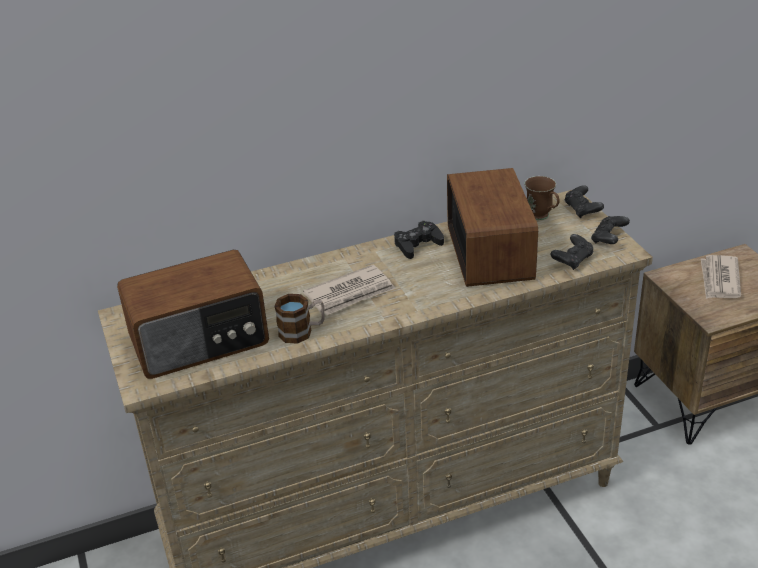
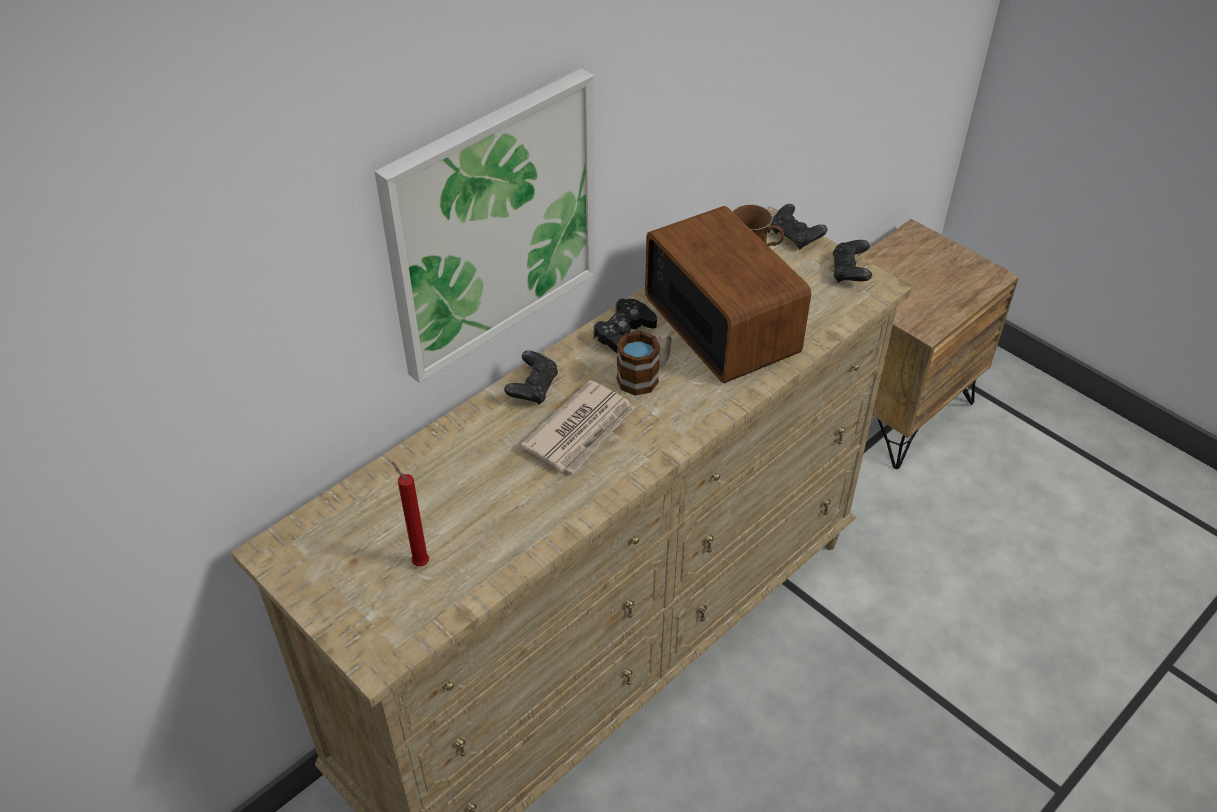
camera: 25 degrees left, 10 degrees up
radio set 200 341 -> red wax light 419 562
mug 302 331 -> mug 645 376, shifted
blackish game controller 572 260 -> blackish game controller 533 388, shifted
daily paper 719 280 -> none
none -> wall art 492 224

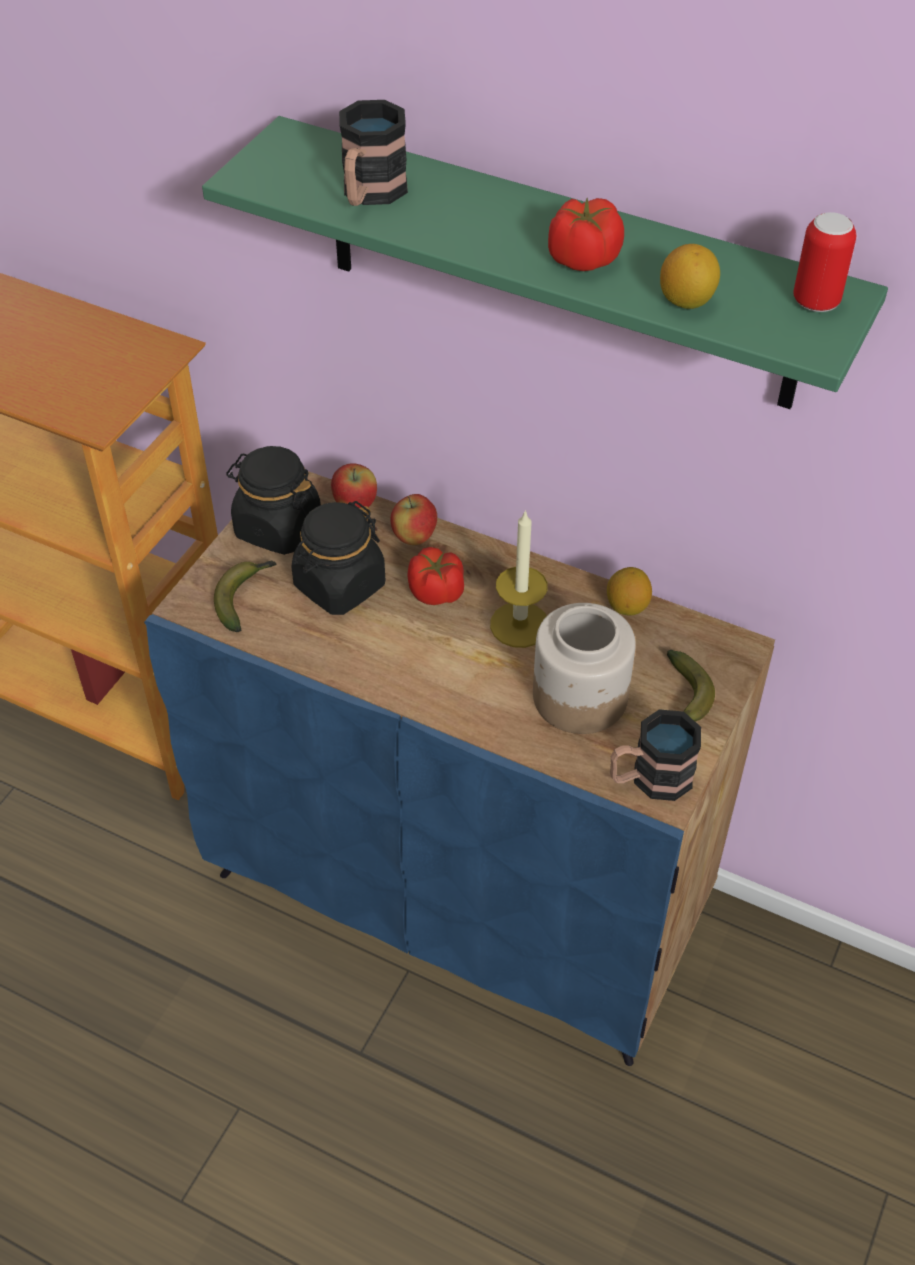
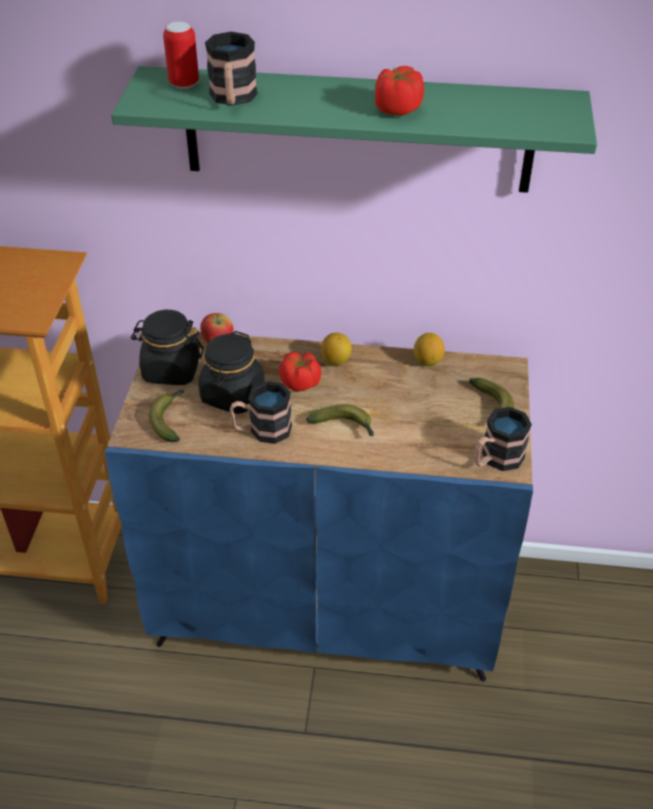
camera: 20 degrees left, 5 degrees down
apple fruit 414 538 -> none
wax light 519 625 -> none
preserve jar 578 697 -> none
whole lemon 686 301 -> whole lemon 336 360, shifted
sealed can 816 302 -> sealed can 184 84, shifted
none -> mug 262 430
none -> banana fruit 345 426

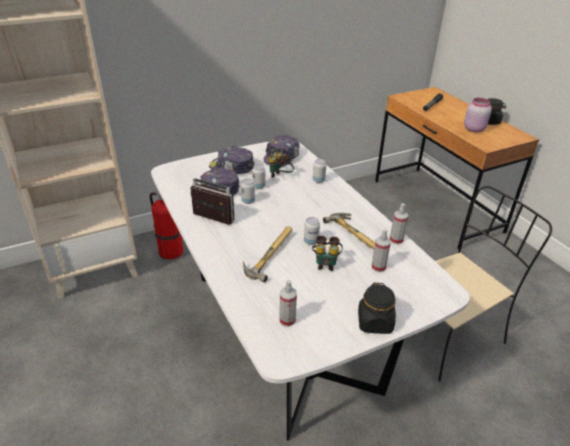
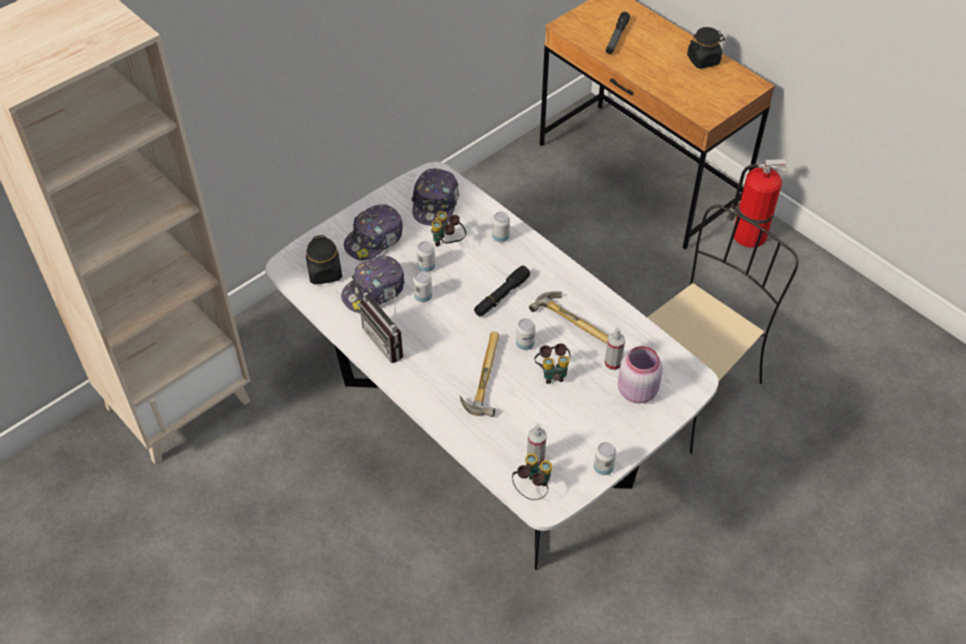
camera: 15 degrees left, 15 degrees up
extinguisher 170 251 -> extinguisher 747 235, shifted
radio set 210 220 -> radio set 389 340, 135 degrees counterclockwise
baseball cap 232 167 -> baseball cap 375 239, 45 degrees counterclockwise
blackish preserve jar 375 322 -> blackish preserve jar 325 273, shifted
hand sprayer 396 240 -> none
pink-coloured preserve jar 474 129 -> pink-coloured preserve jar 637 390, shifted
none -> blackish flashlight 501 296
none -> binoculars 532 489
none -> sealed can 603 468

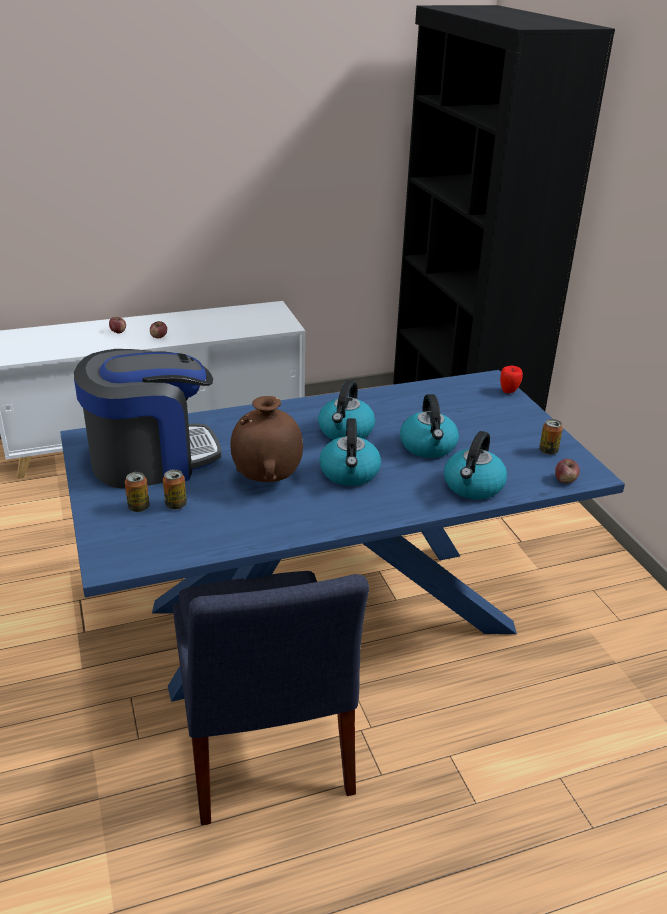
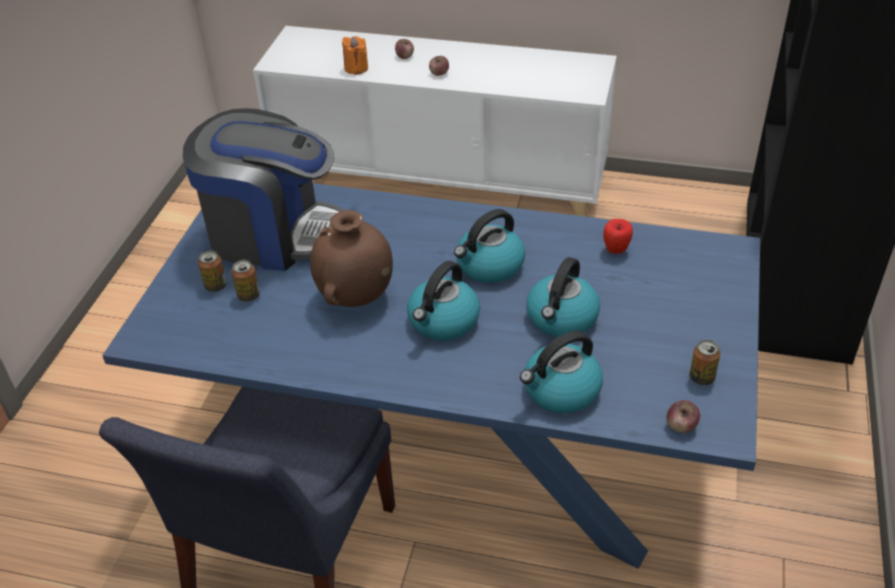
camera: 35 degrees right, 10 degrees up
apple fruit 509 391 -> apple fruit 615 250, shifted
none -> orange wax light 356 68

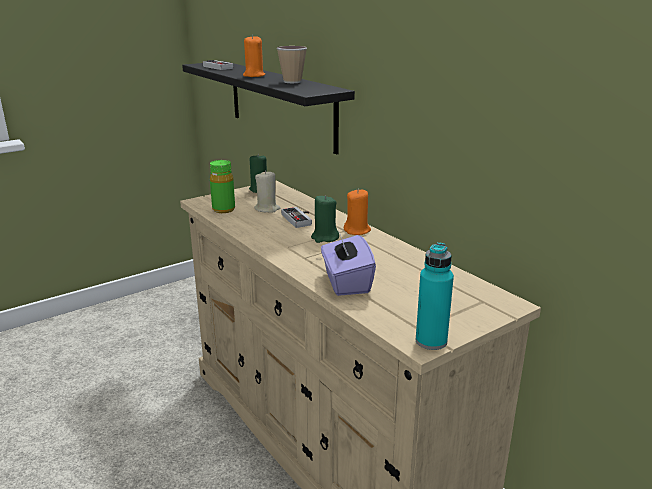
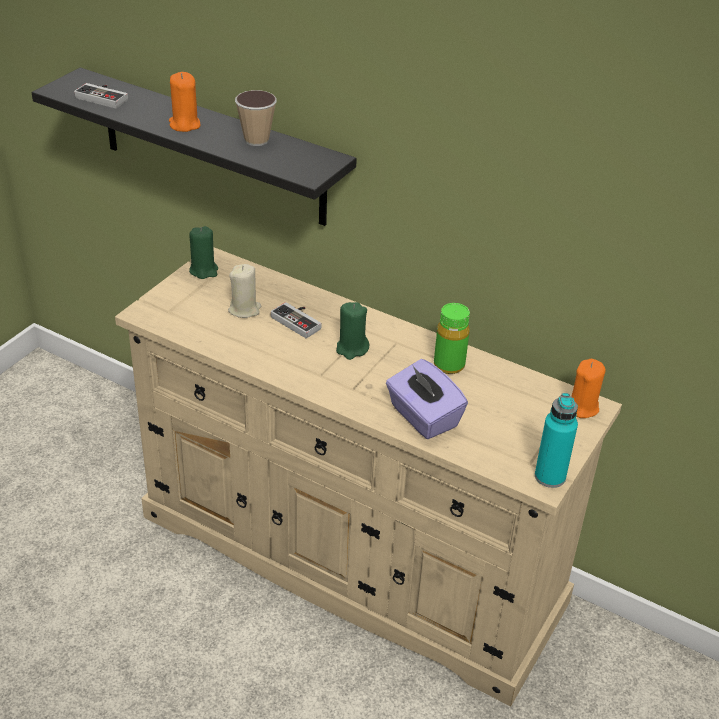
camera: 25 degrees left, 15 degrees up
green-coloured drink bottle 223 209 -> green-coloured drink bottle 449 365, shifted
orange wax light 357 230 -> orange wax light 582 407, shifted

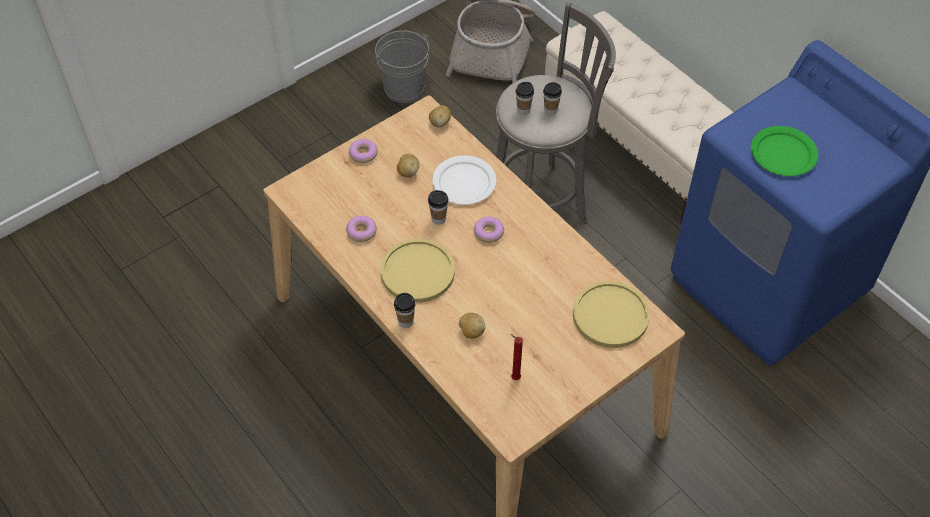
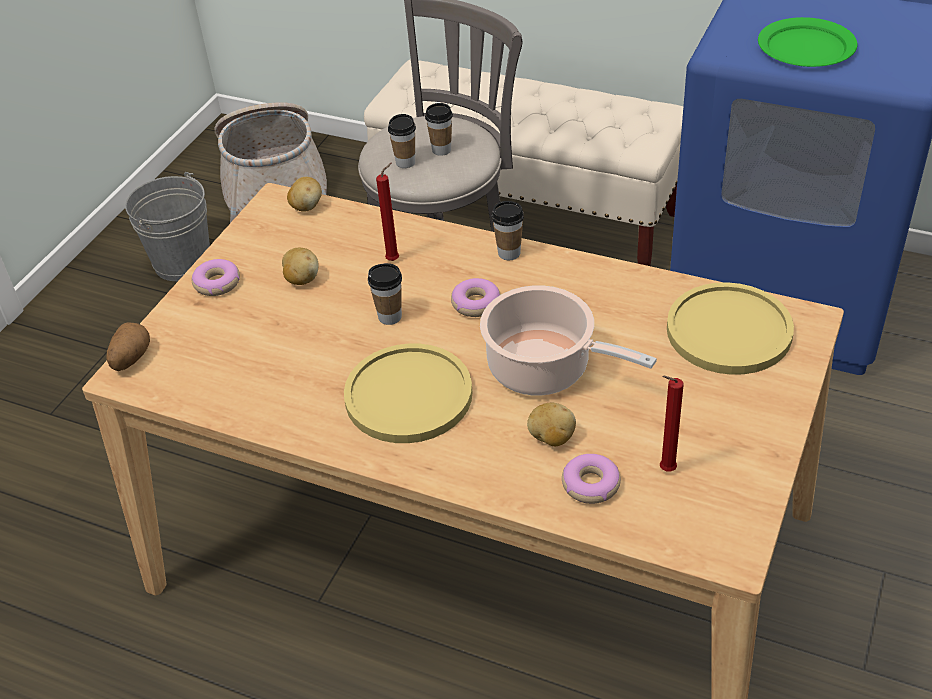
camera: 25 degrees left, 10 degrees down
ring doughnut 361 231 -> ring doughnut 590 484, shifted
drinking cup 405 321 -> drinking cup 509 253, shifted
white flat dish 464 182 -> red wax light 395 260
none -> whole potato 130 358
none -> cooking pot 545 369

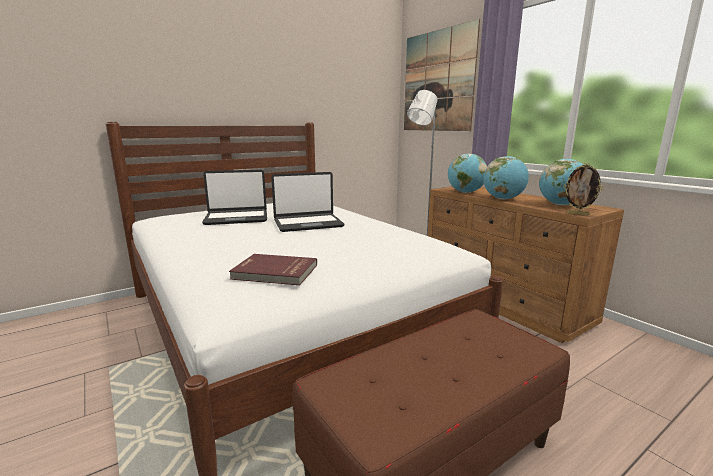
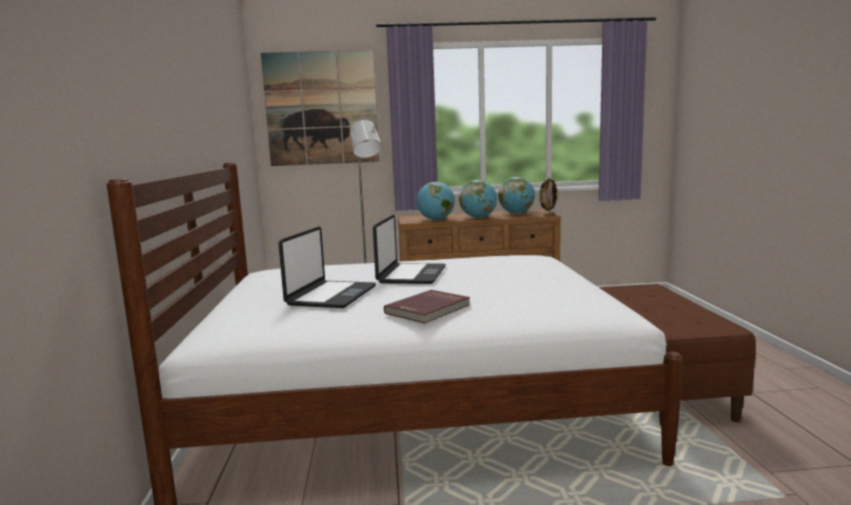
camera: 60 degrees left, 5 degrees down
red book 274 272 -> red book 429 309, shifted

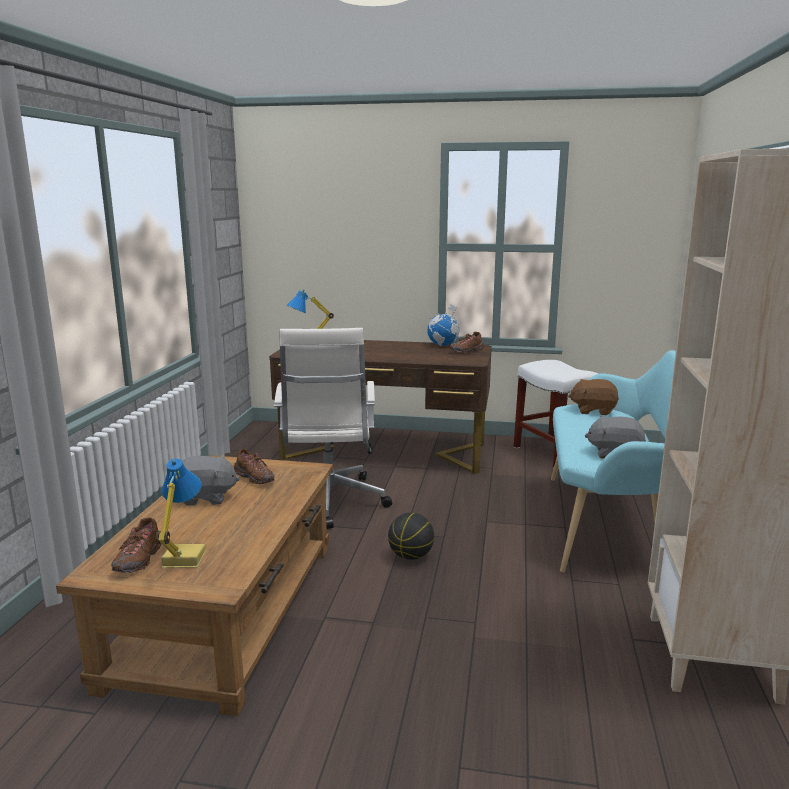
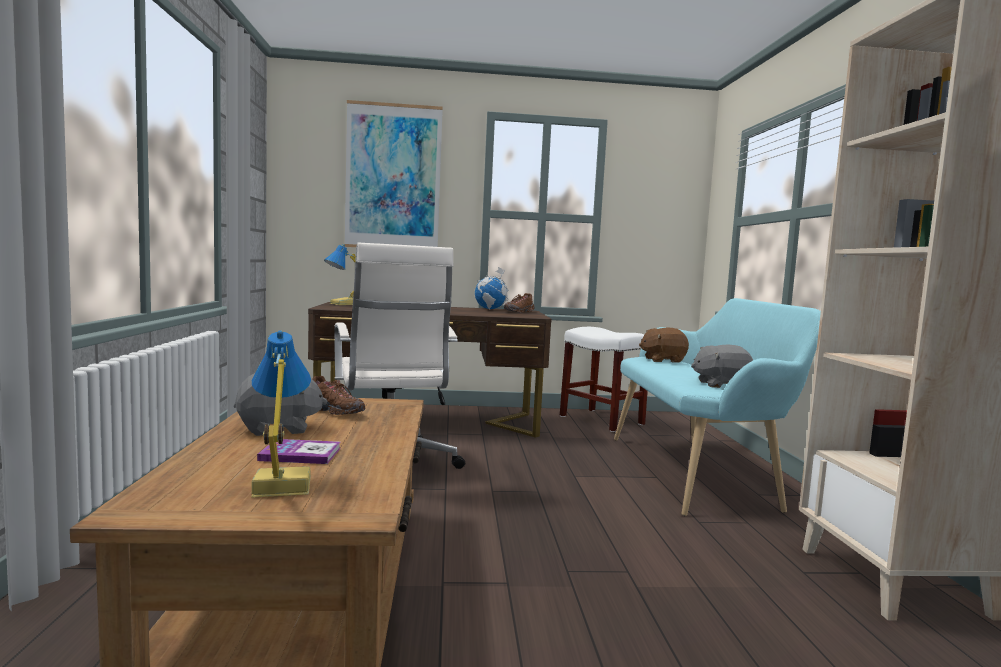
camera: 15 degrees left, 10 degrees down
brown item of footwear 139 559 -> none
ball for basketball 411 556 -> none
none -> book 300 454
none -> wall art 393 177

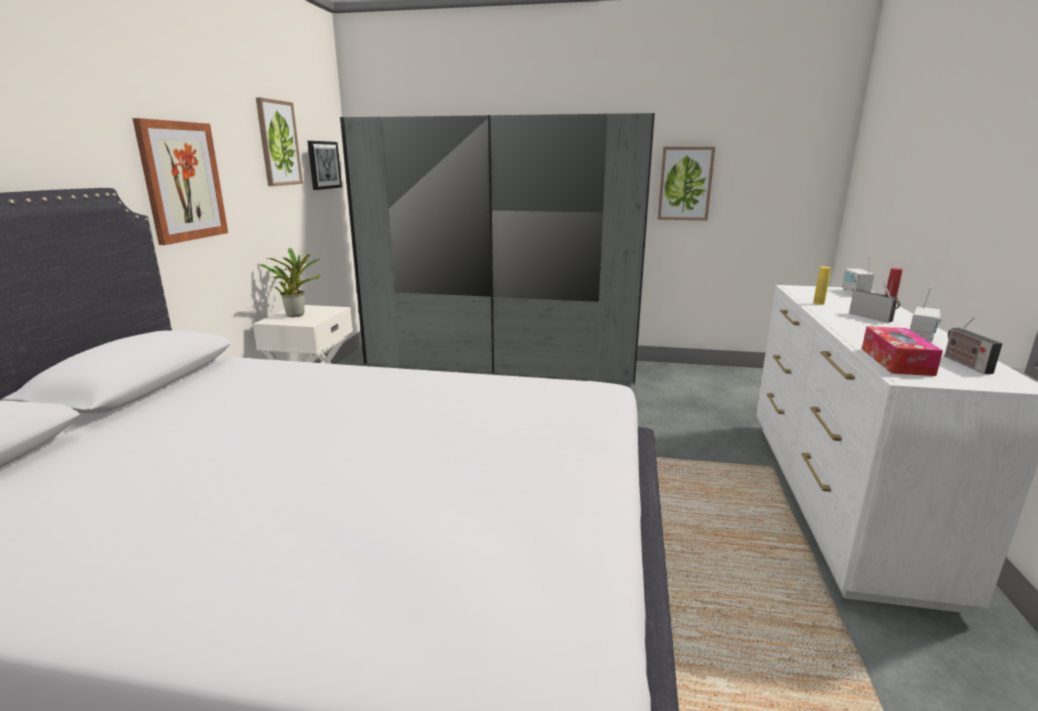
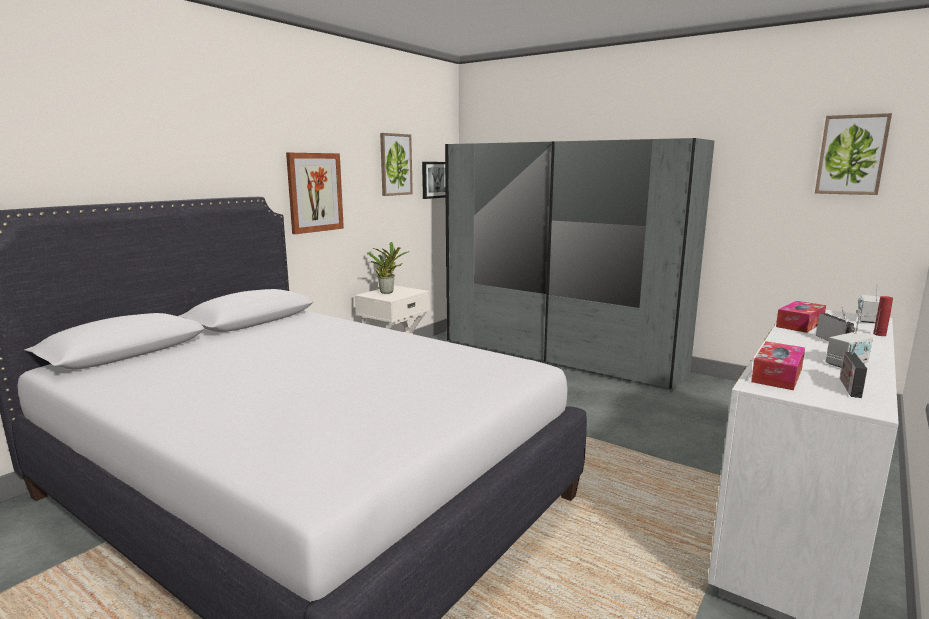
camera: 25 degrees right, 5 degrees down
wall art 685 183 -> wall art 851 155, shifted
yellow-coloured drink bottle 818 303 -> tissue holder 800 324

